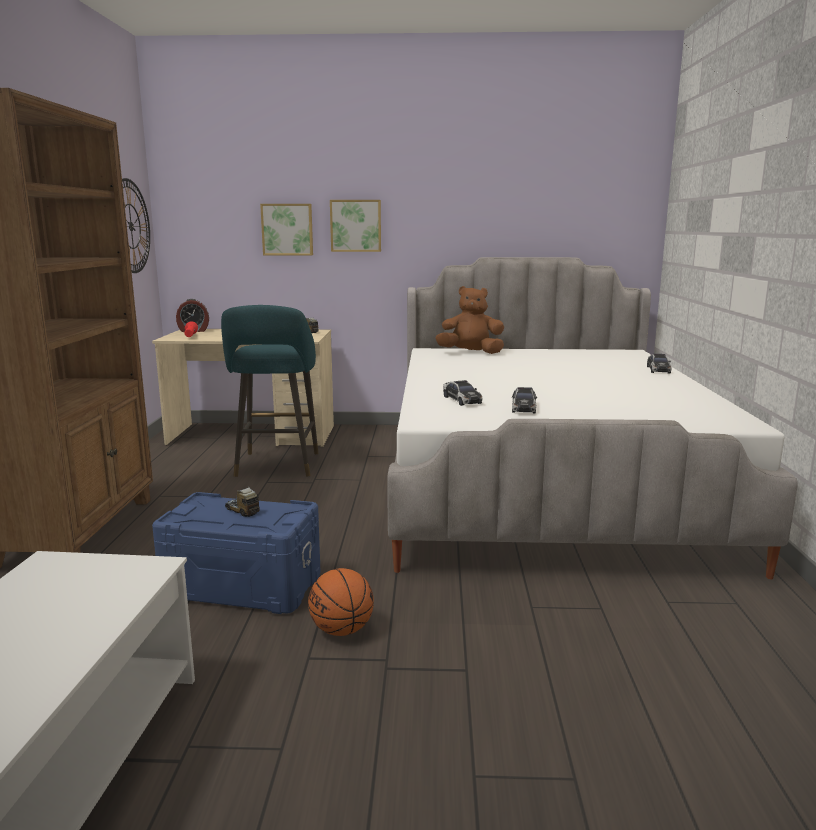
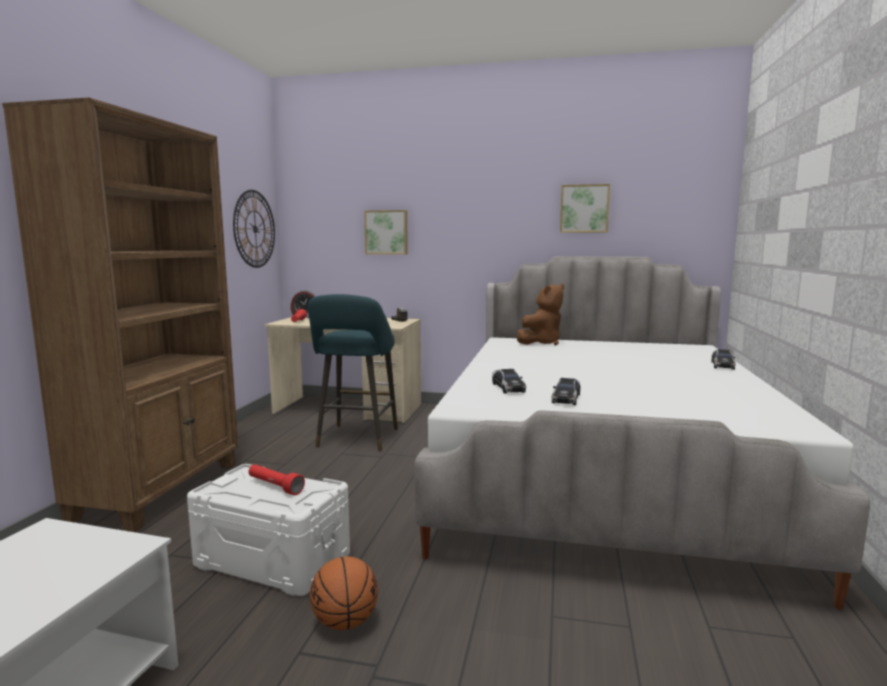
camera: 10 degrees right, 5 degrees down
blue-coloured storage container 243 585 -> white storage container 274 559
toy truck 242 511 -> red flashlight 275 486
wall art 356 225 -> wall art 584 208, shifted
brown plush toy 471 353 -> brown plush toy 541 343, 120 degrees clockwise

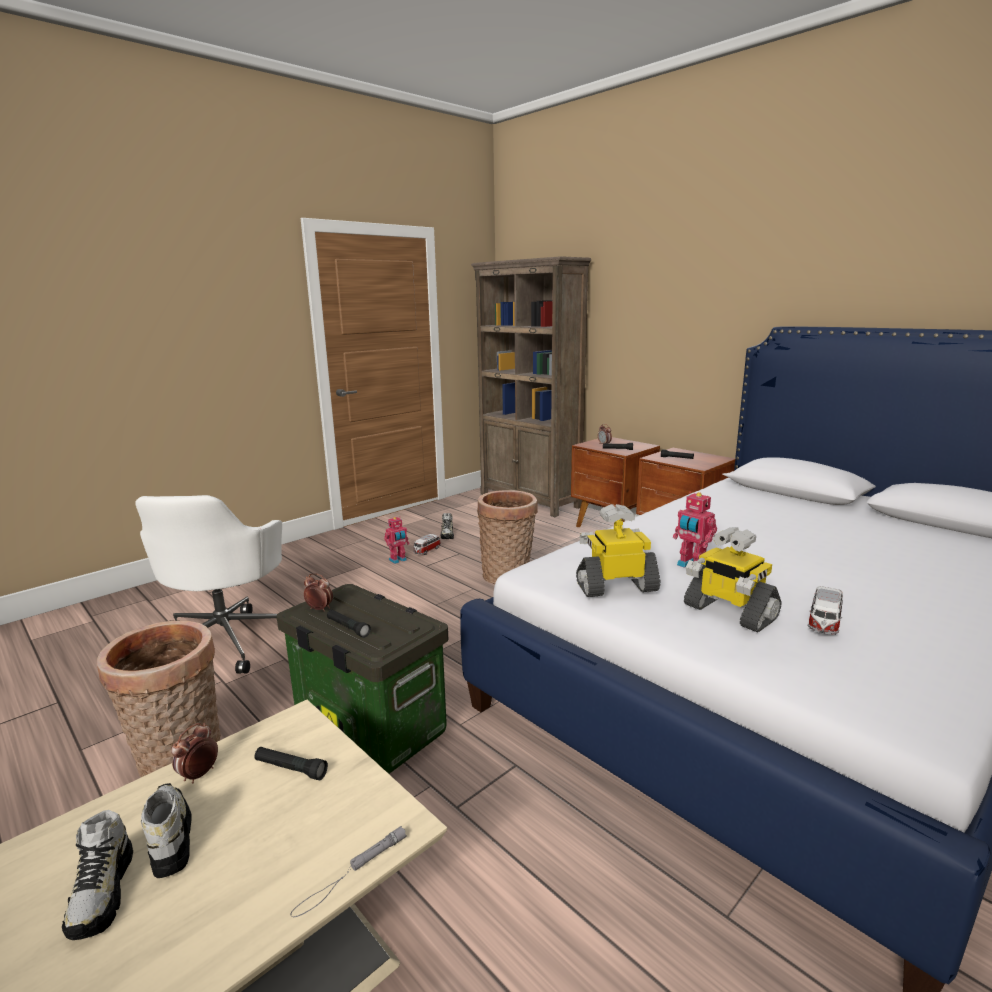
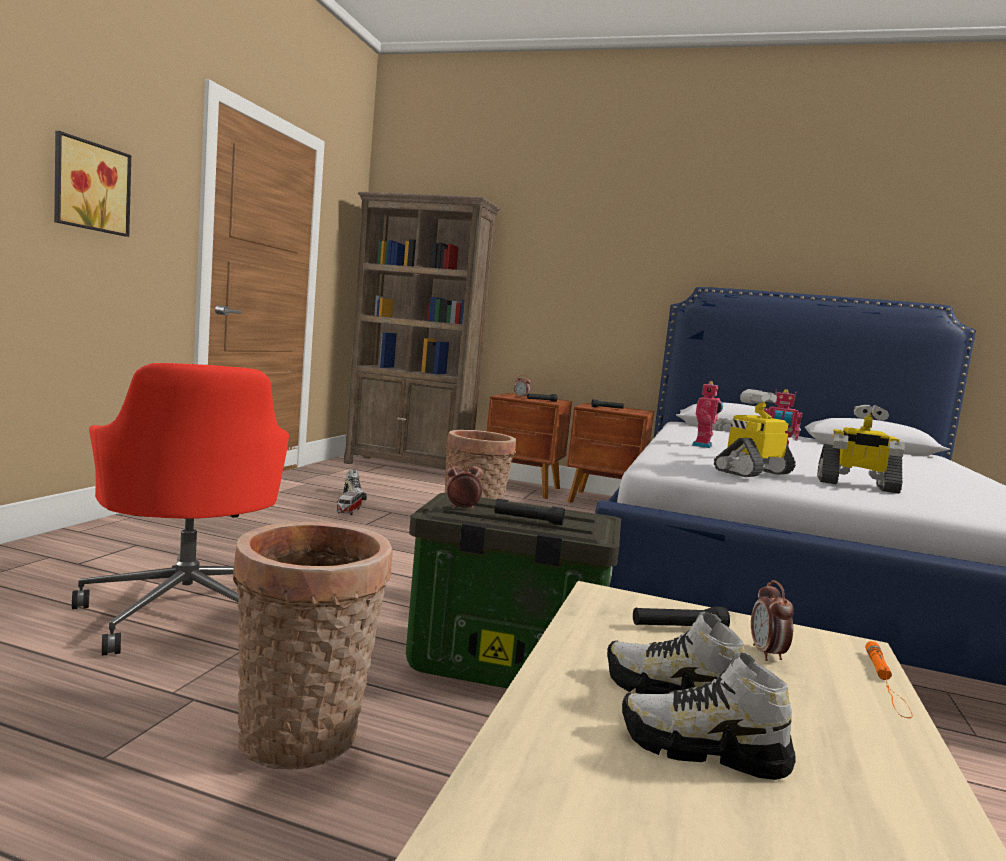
camera: 30 degrees left, 10 degrees down
item of footwear 102 893 -> item of footwear 703 750, 150 degrees clockwise
white office chair 227 640 -> red office chair 187 609
table clock 199 775 -> table clock 767 654, shifted
gray flashlight 351 873 -> orange flashlight 887 682
model robot 398 560 -> model robot 704 446, shifted
toy car 824 623 -> none
none -> wall art 89 186

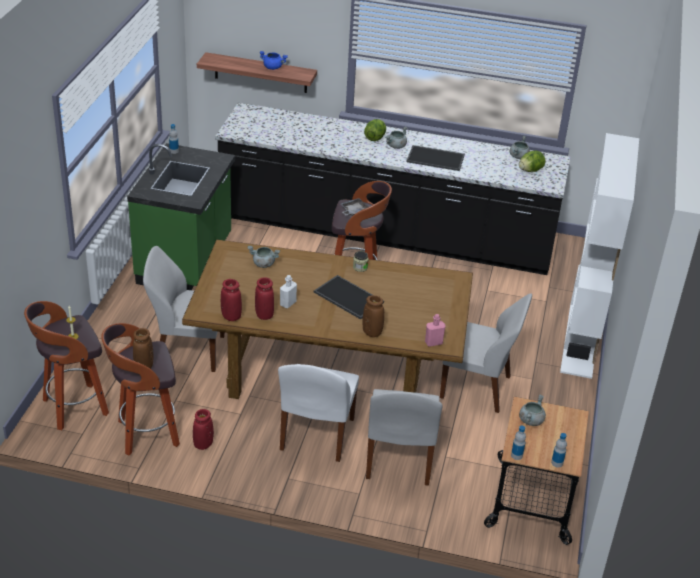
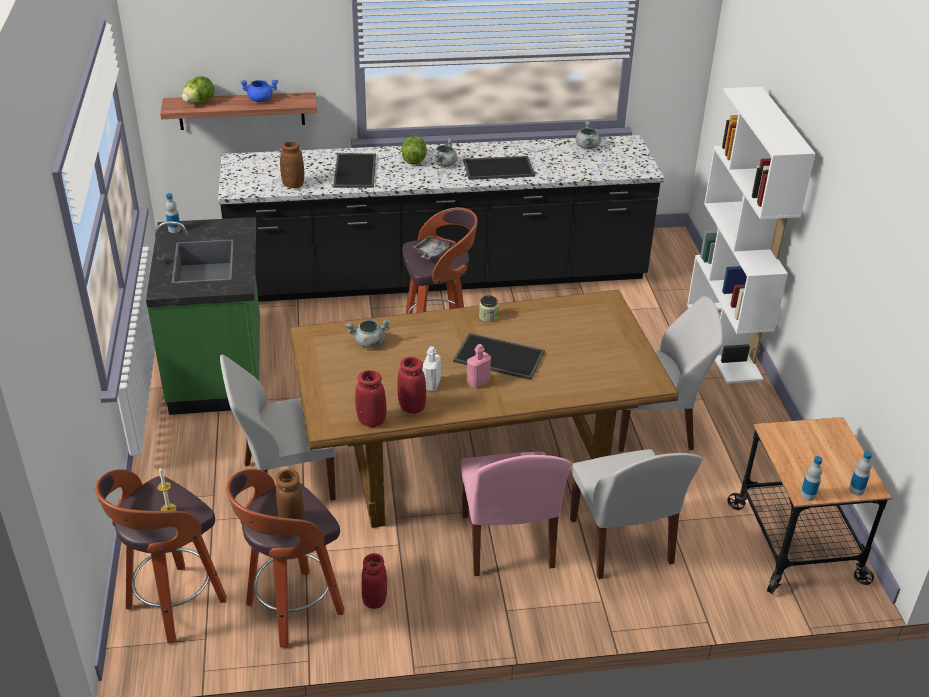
camera: 20 degrees left, 0 degrees up
white chair 316 436 -> pink-coloured chair 507 543
brown vase 372 332 -> brown vase 293 185, shifted
pink-coloured drink bottle 433 343 -> pink-coloured drink bottle 478 382, shifted
lettuce head 530 170 -> lettuce head 199 102, shifted
gray cooking pot 531 420 -> none
none -> tray 356 171

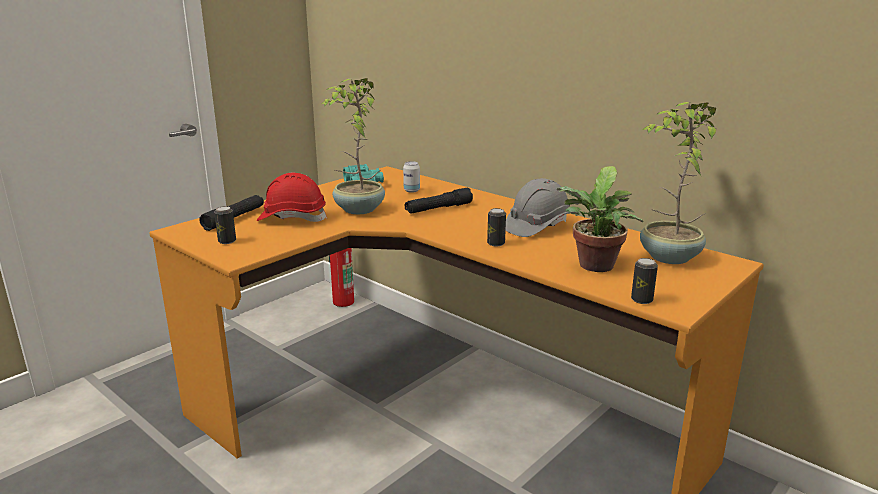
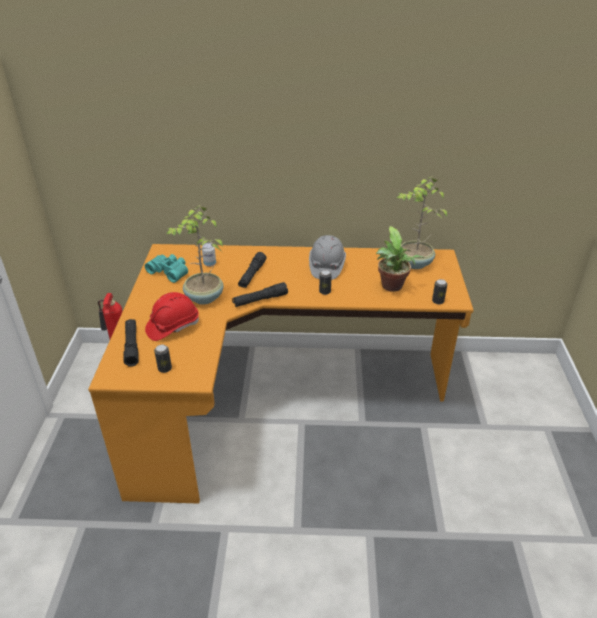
camera: 40 degrees left, 15 degrees up
none -> blackish flashlight 260 300

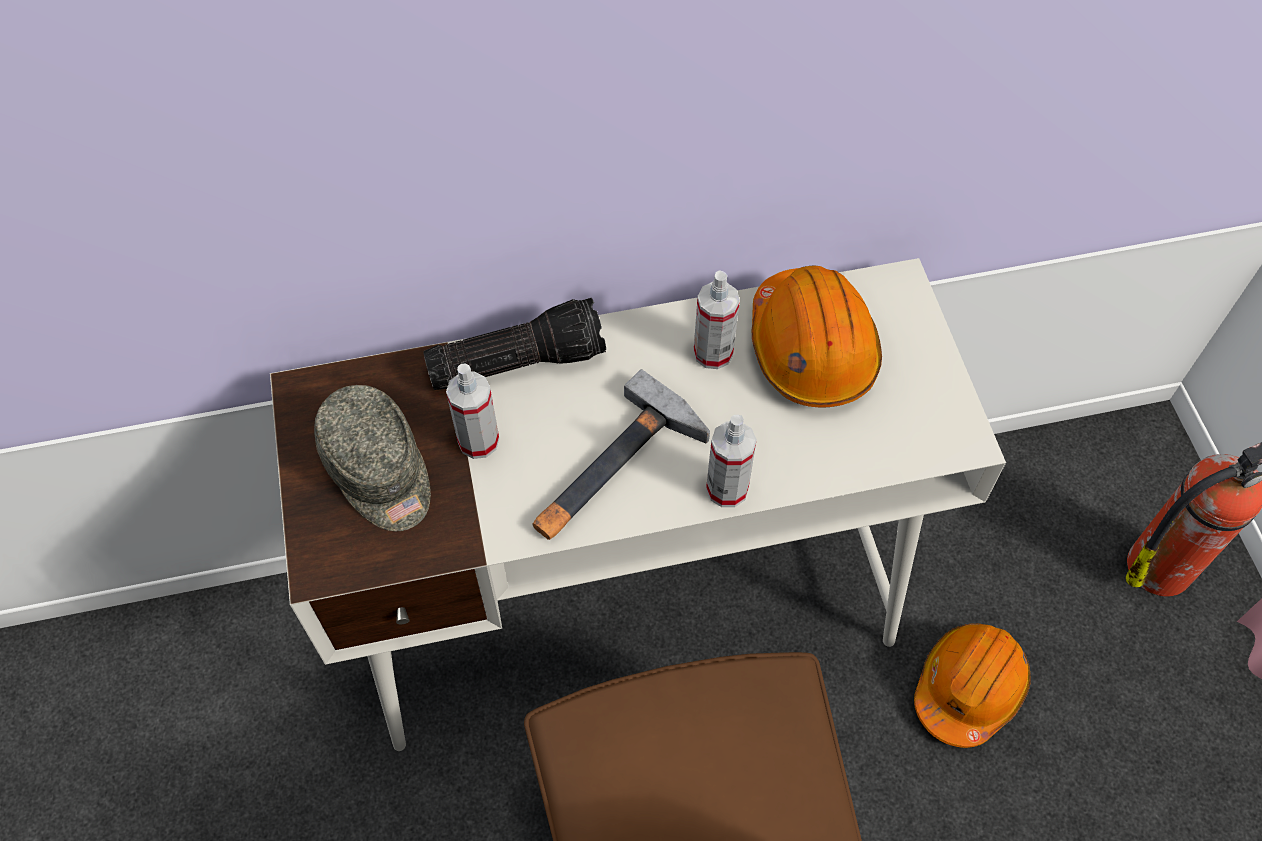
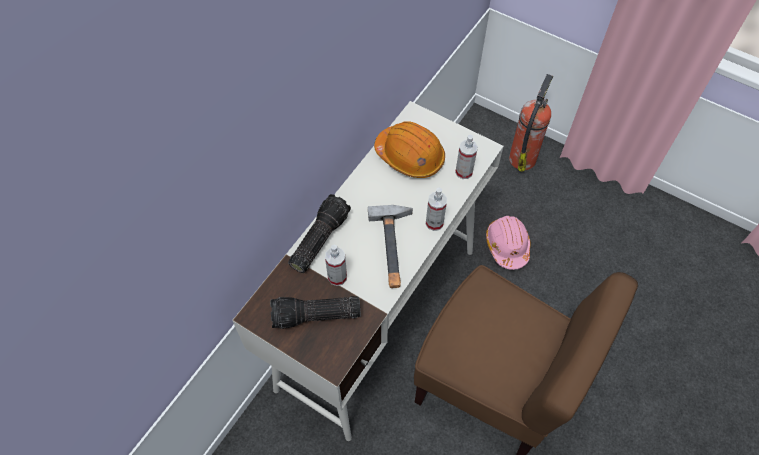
camera: 45 degrees left, 0 degrees up
gray baseball cap 379 472 -> flashlight 315 317
hand sprayer 713 353 -> hand sprayer 464 172, shifted
orange safety helmet 968 688 -> pink-coloured safety helmet 507 245

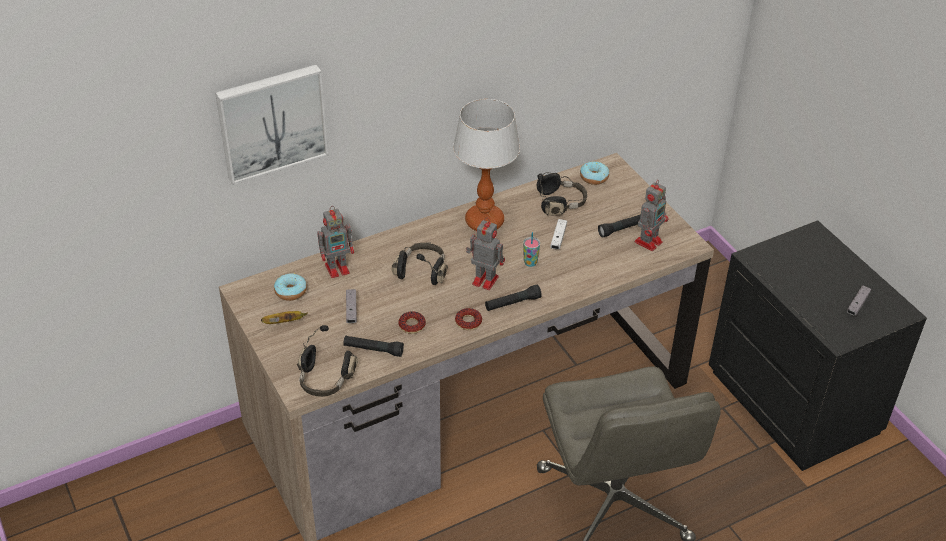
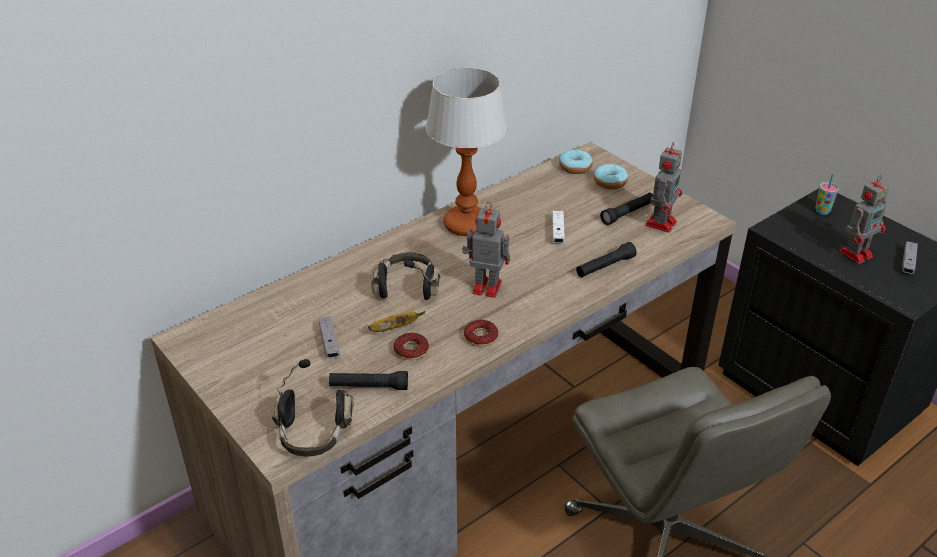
camera: 10 degrees left, 5 degrees down
wall art 271 121 -> none
banana fruit 284 322 -> banana fruit 395 328, shifted
ring doughnut 290 291 -> ring doughnut 610 182, shifted
model robot 338 268 -> model robot 856 253, shifted
blackish flashlight 512 303 -> blackish flashlight 605 267, shifted
drinking cup 530 263 -> drinking cup 822 211, shifted
blackish pair of headphones 560 203 -> none

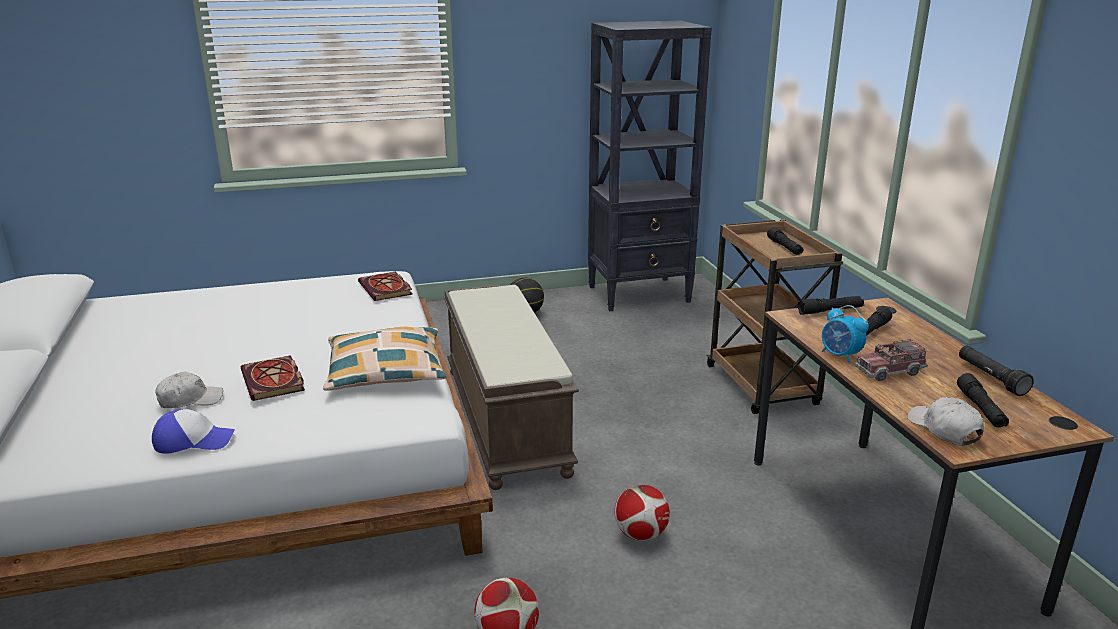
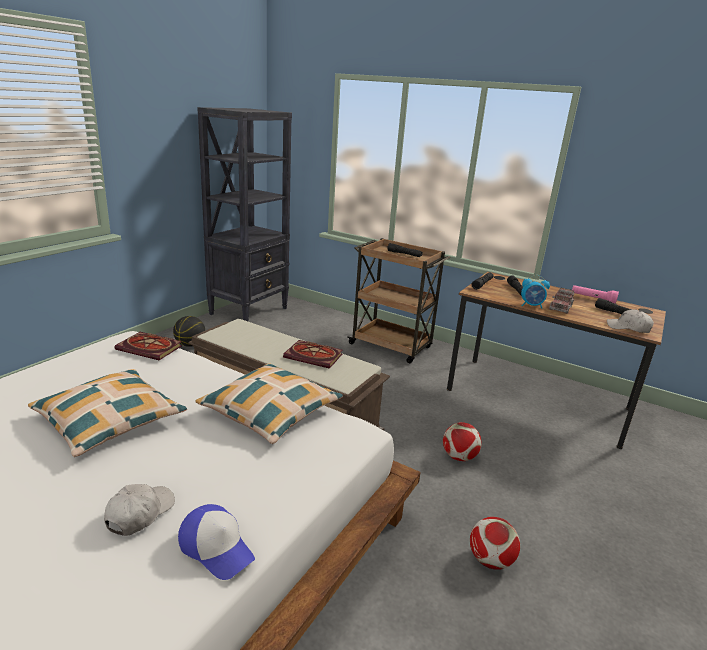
camera: 45 degrees left, 0 degrees up
baseball cap 193 441 -> baseball cap 217 548, 90 degrees clockwise
book 274 381 -> book 315 356, shifted
blackish flashlight 990 378 -> pink-coloured flashlight 592 299
none -> throw pillow 110 420

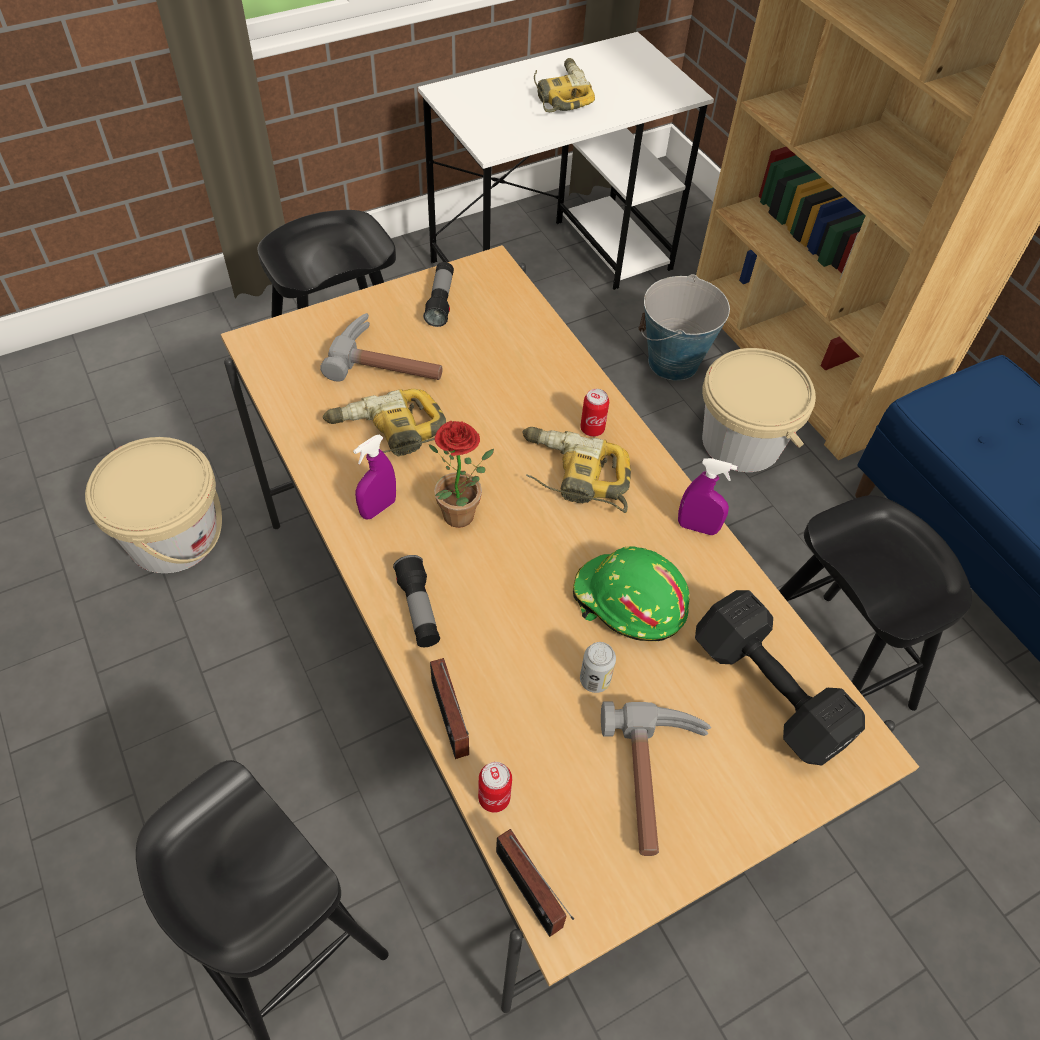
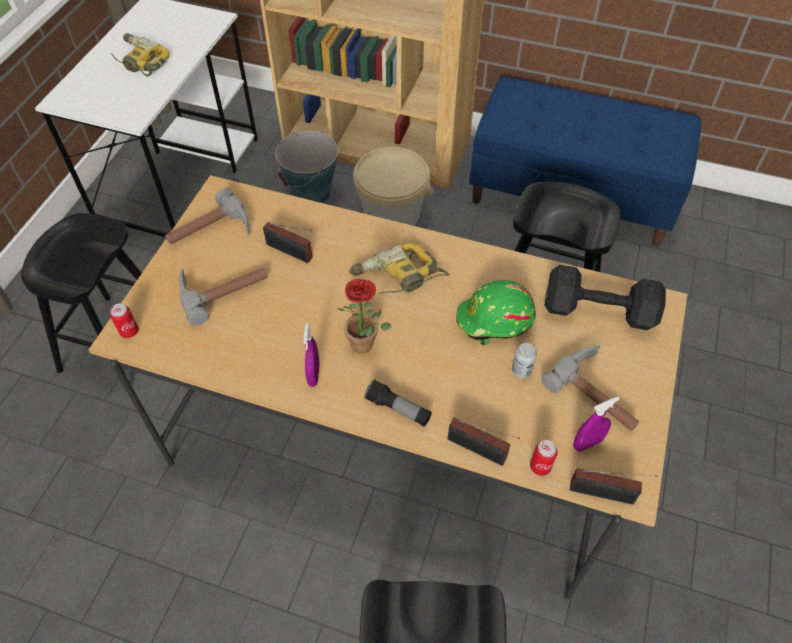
camera: 40 degrees left, 0 degrees up
sand-coloured bucket 173 537 -> none
drill 390 435 -> none
flashlight 440 302 -> tool hammer 211 233
sealed can 592 429 -> sealed can 129 331, shifted
purplish hand sprayer 697 527 -> purplish hand sprayer 587 443, shifted
none -> radio set 291 252

